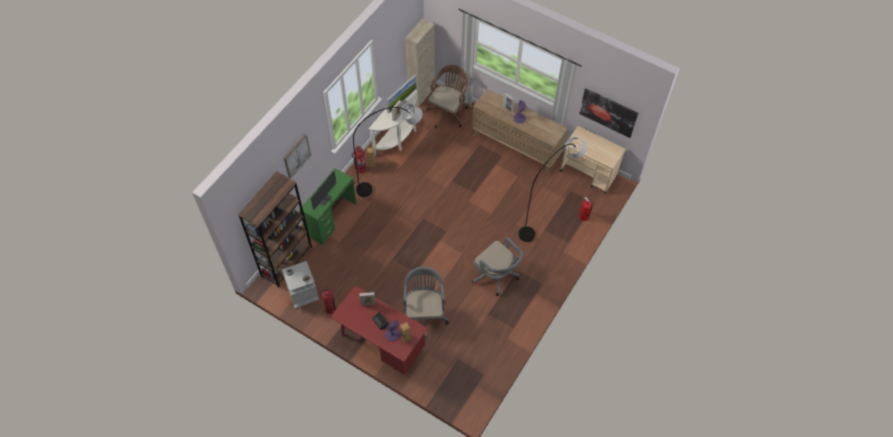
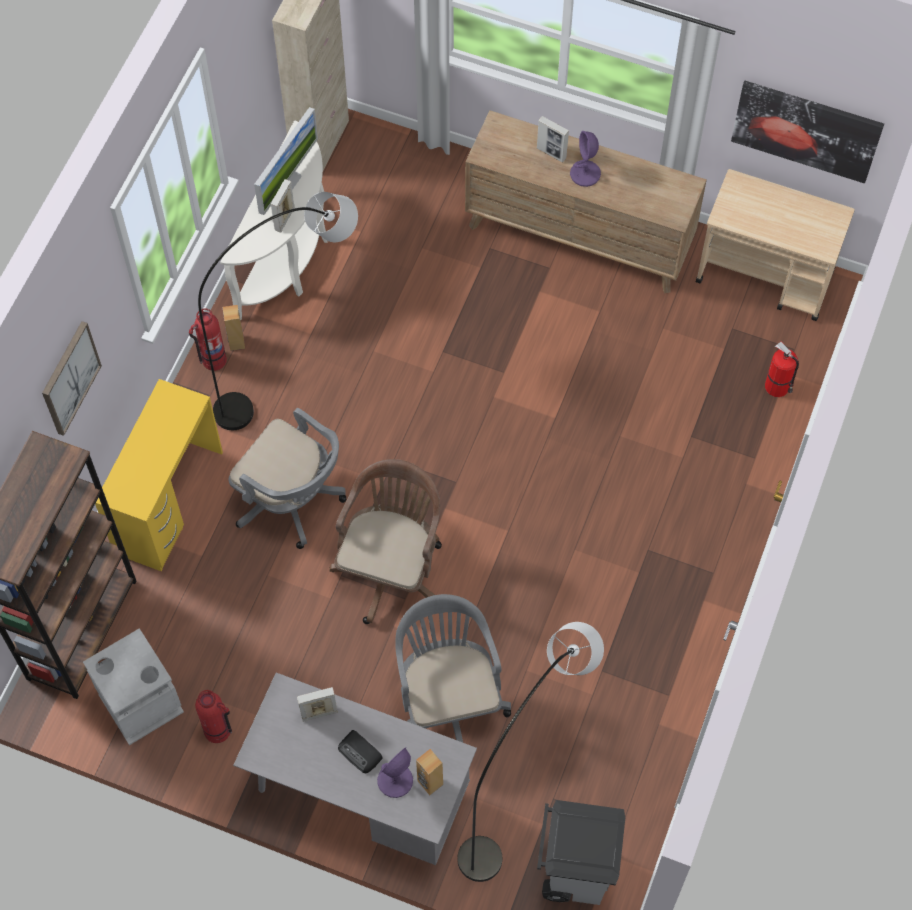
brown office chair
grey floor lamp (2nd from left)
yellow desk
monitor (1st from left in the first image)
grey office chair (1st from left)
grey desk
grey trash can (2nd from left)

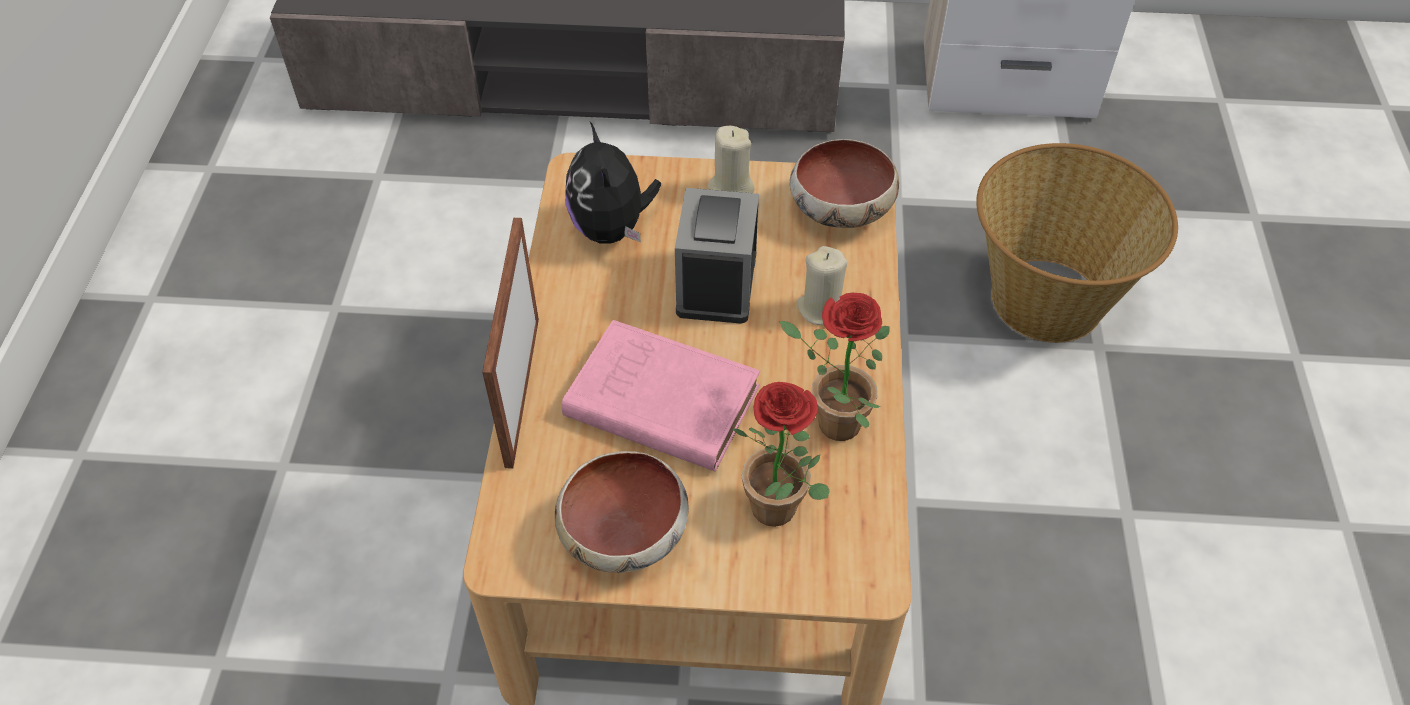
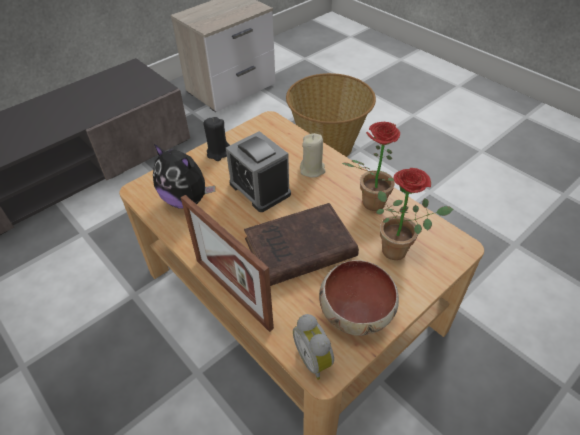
black candle
bowl (2nd from left in the first image)
brown book
alarm clock (2nd from left)

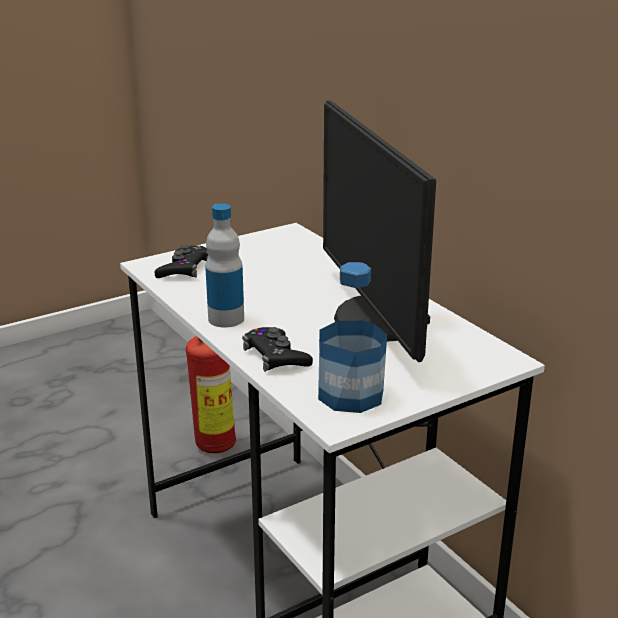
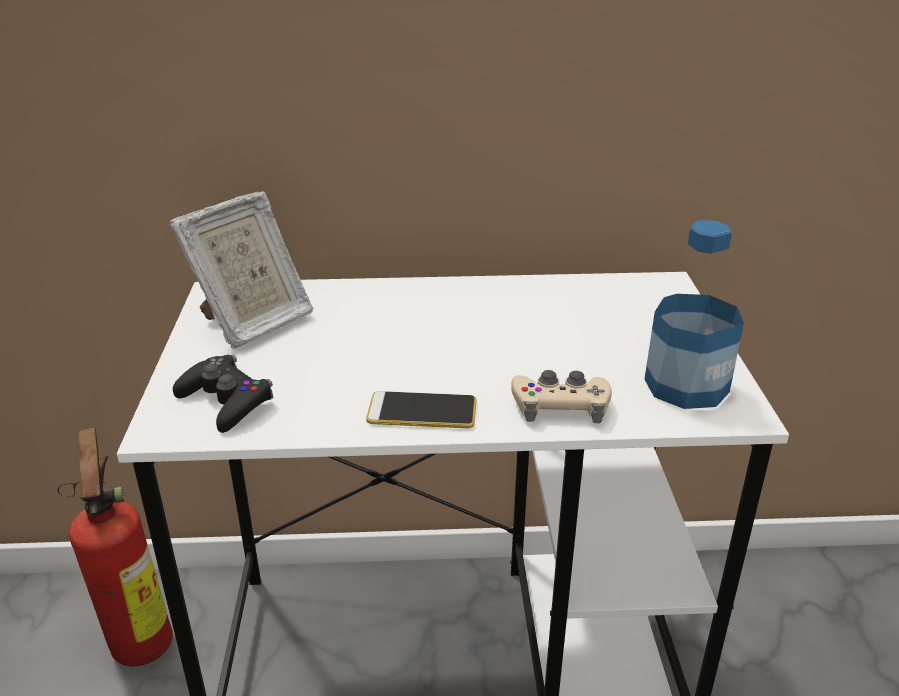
monitor
phone
beige game controller
picture frame

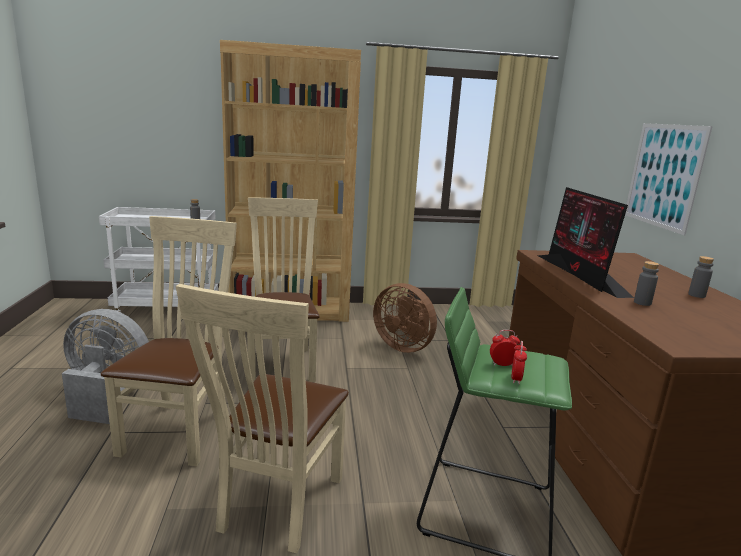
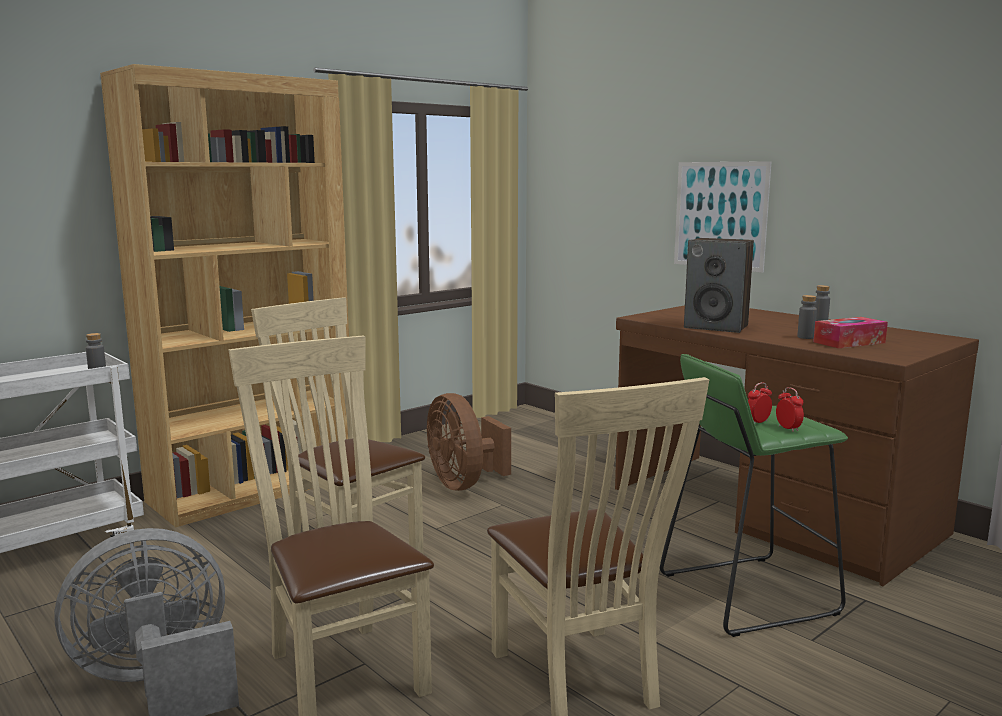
speaker
brown fan
tissue box

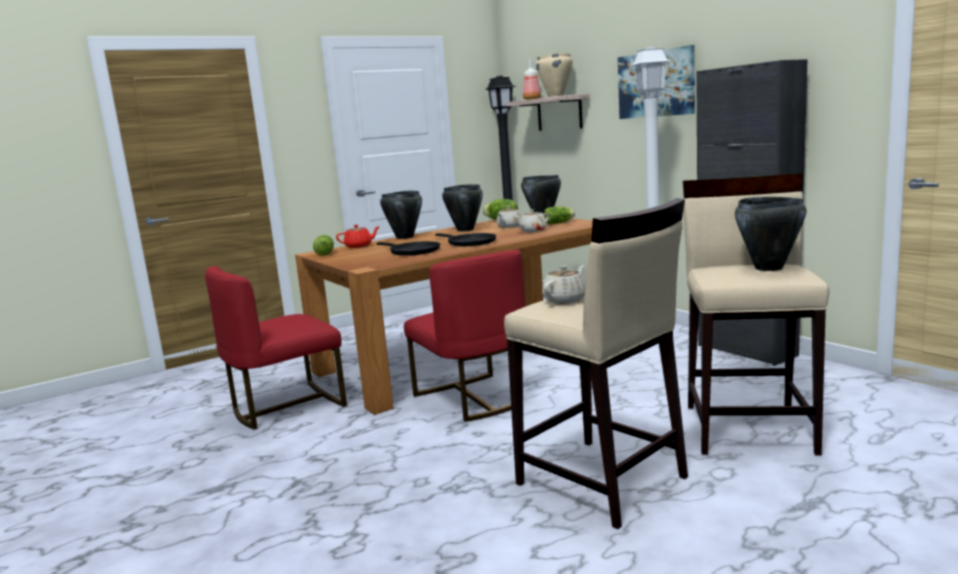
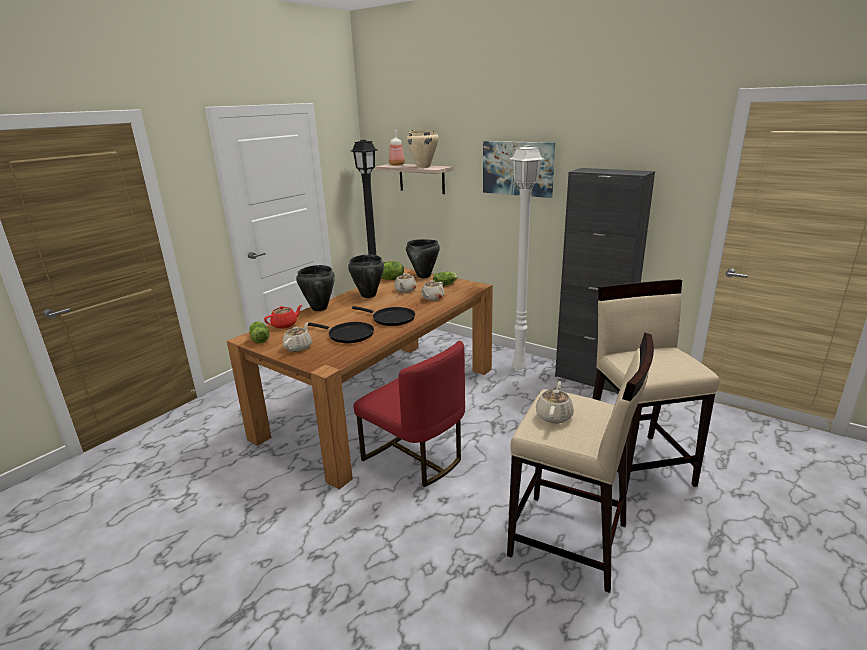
black cooking pot (4th from left in the first image)
red chair (1st from left in the first image)
beige teapot (1st from left)

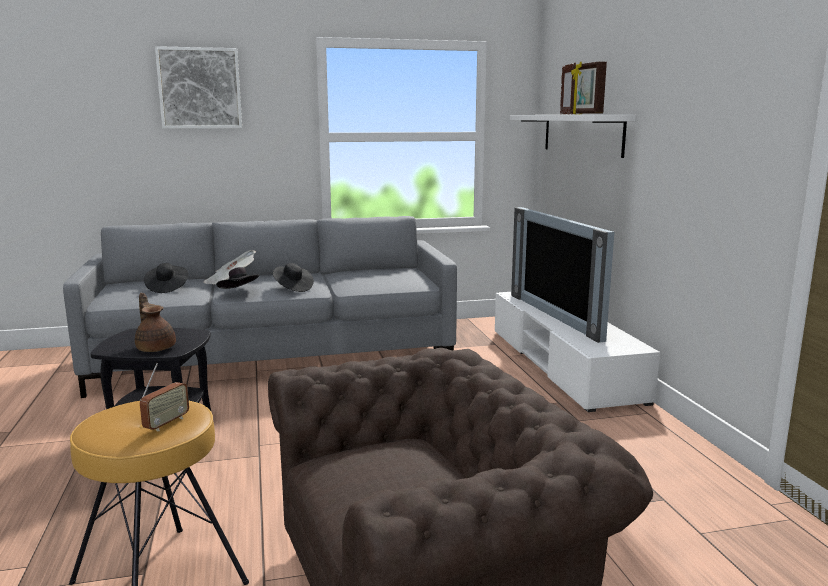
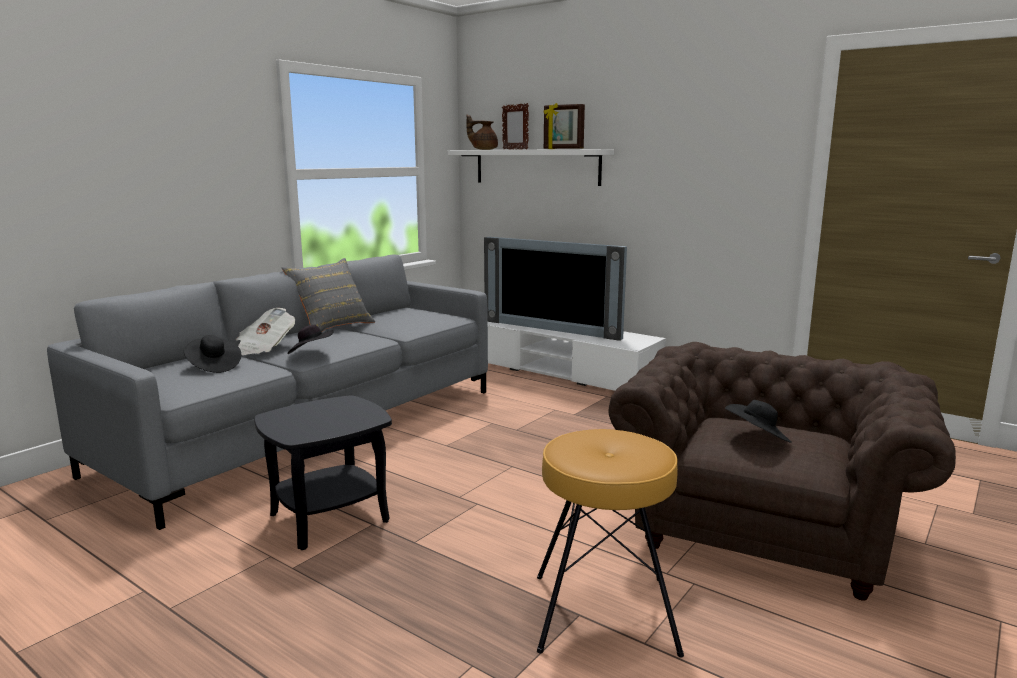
picture
black hat (3rd from left)
brown teapot
radio
grey pillow

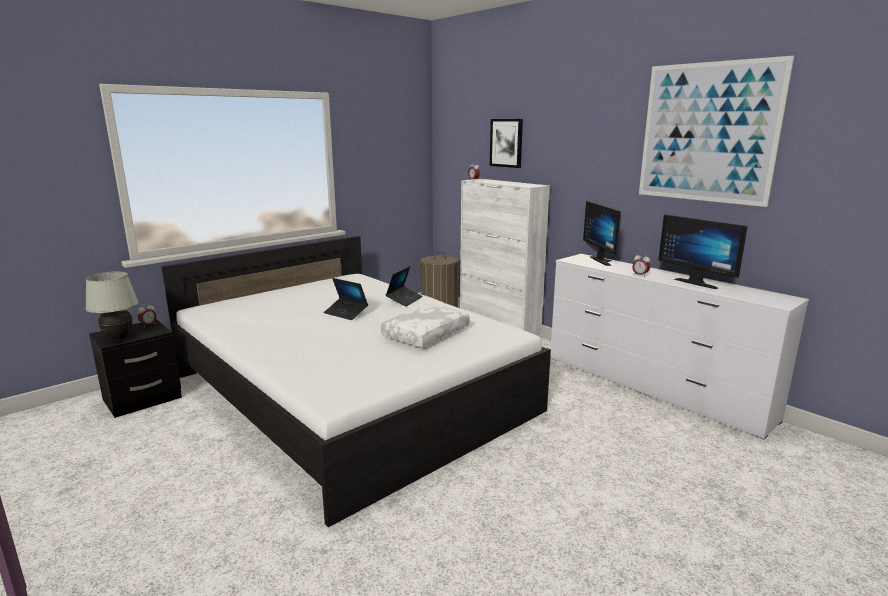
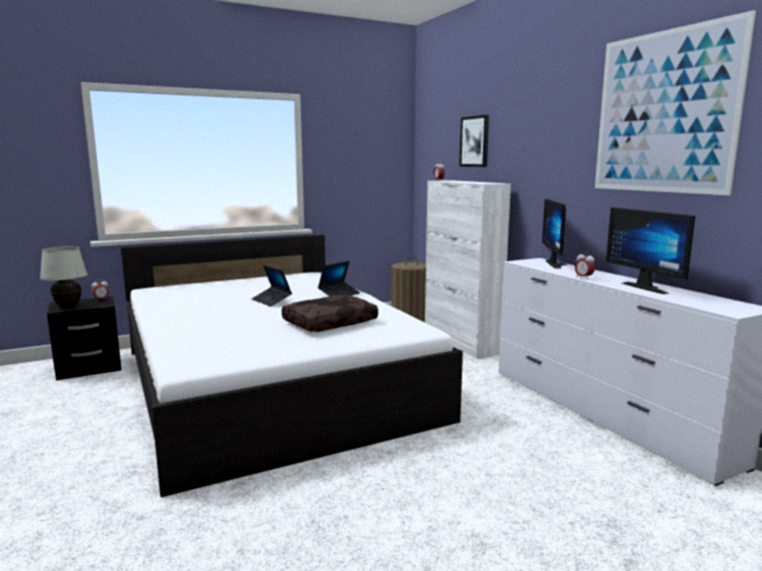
brown pillow

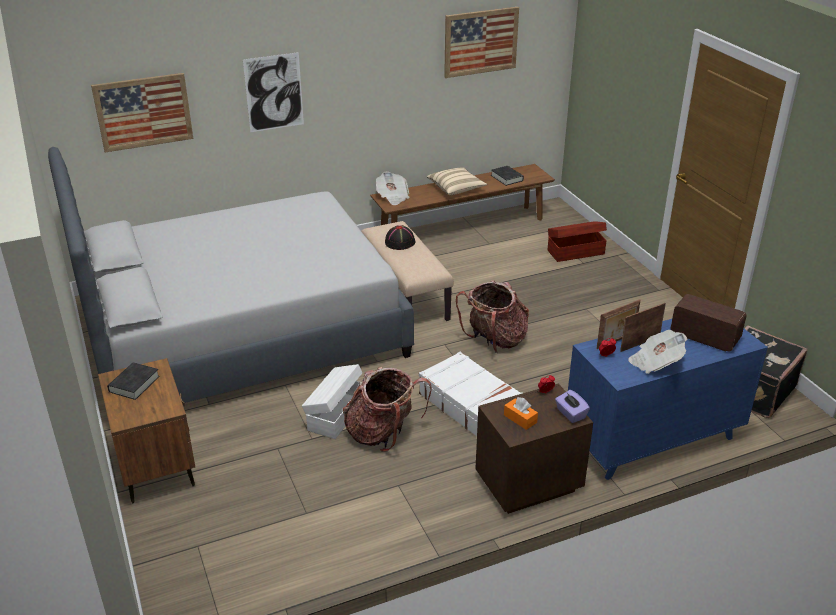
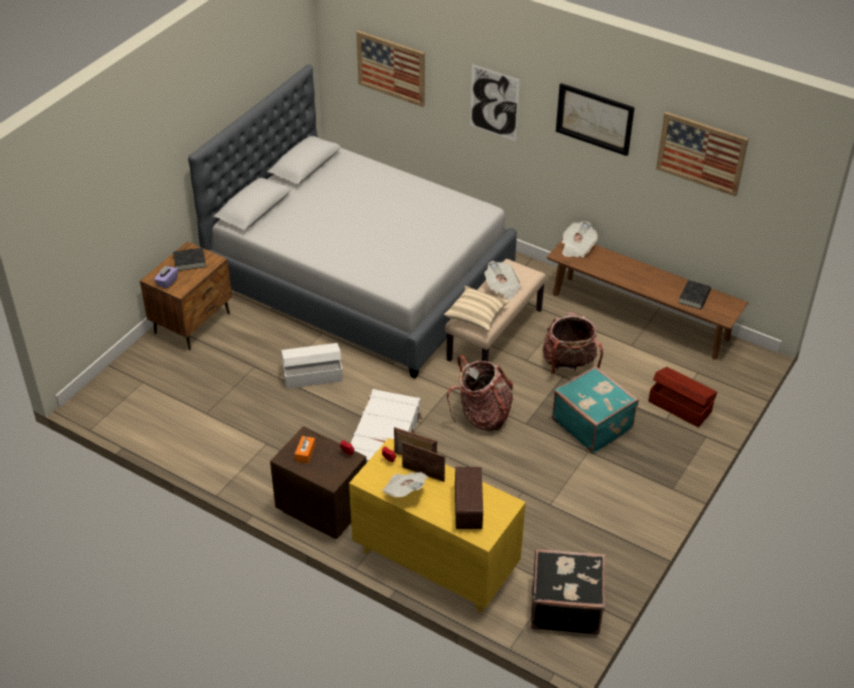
beige pillow
newspaper (2nd from left)
yellow dresser
backpack (2nd from left)
purple tissue box
picture (3rd from left)
turquoise suitcase

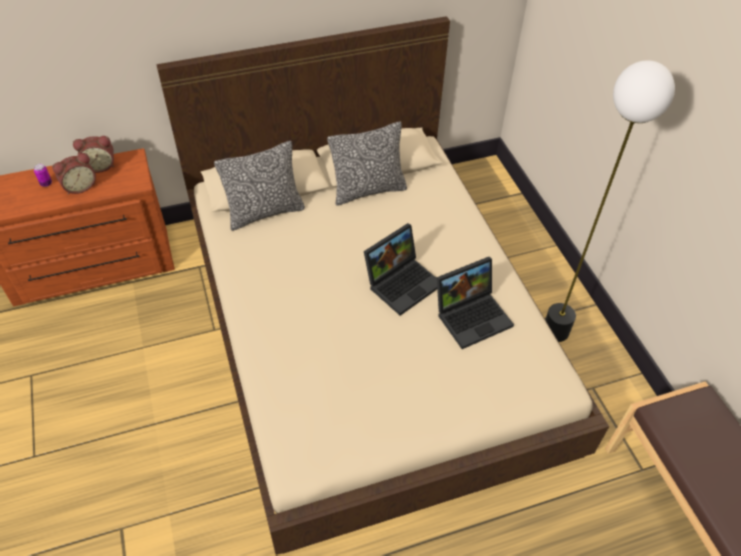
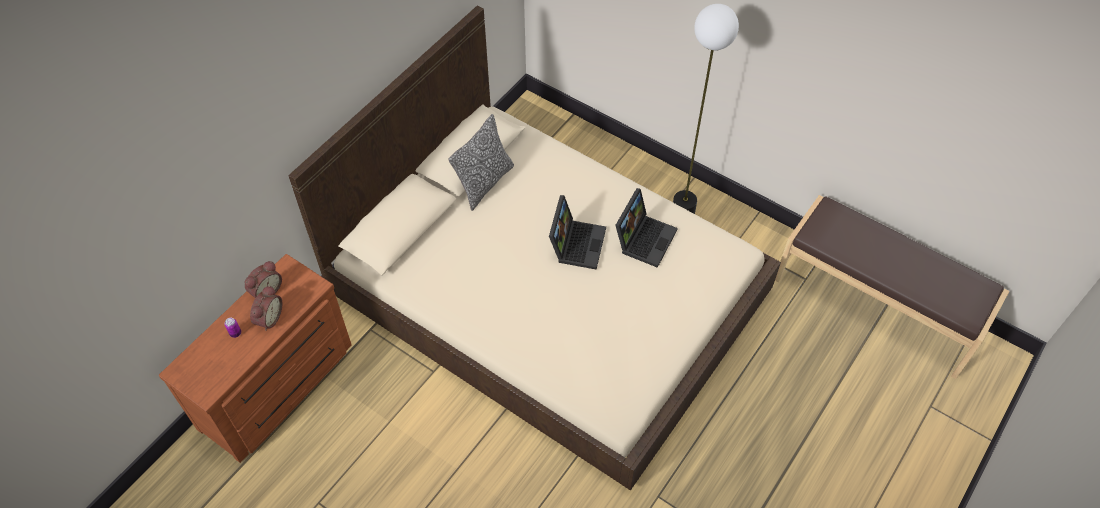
pillow (1st from left in the first image)

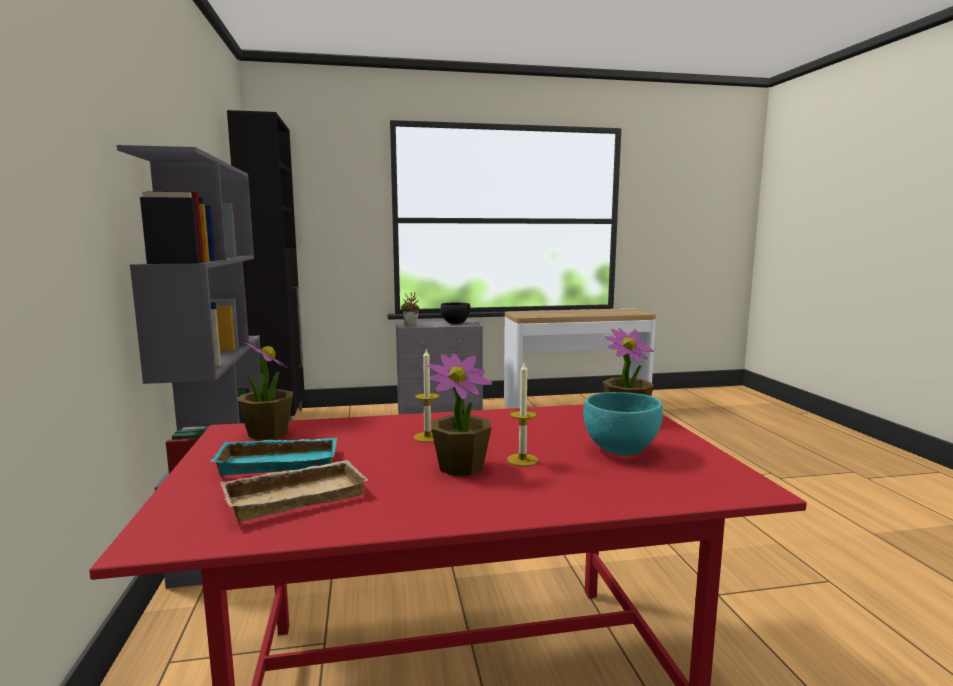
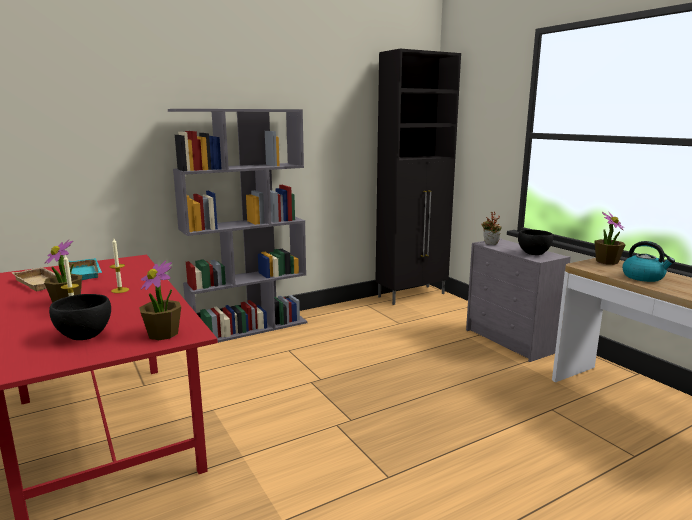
potted plant (4th from left)
black bowl (1st from left)
kettle

